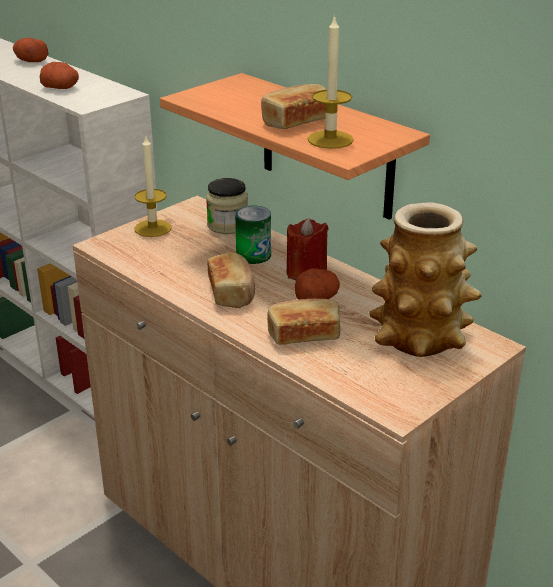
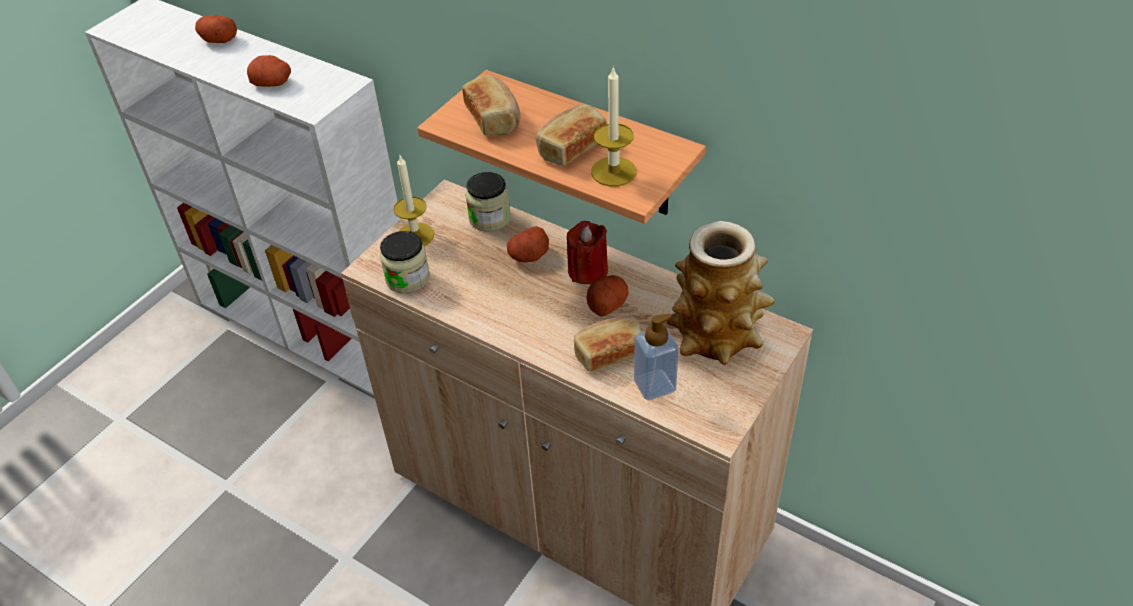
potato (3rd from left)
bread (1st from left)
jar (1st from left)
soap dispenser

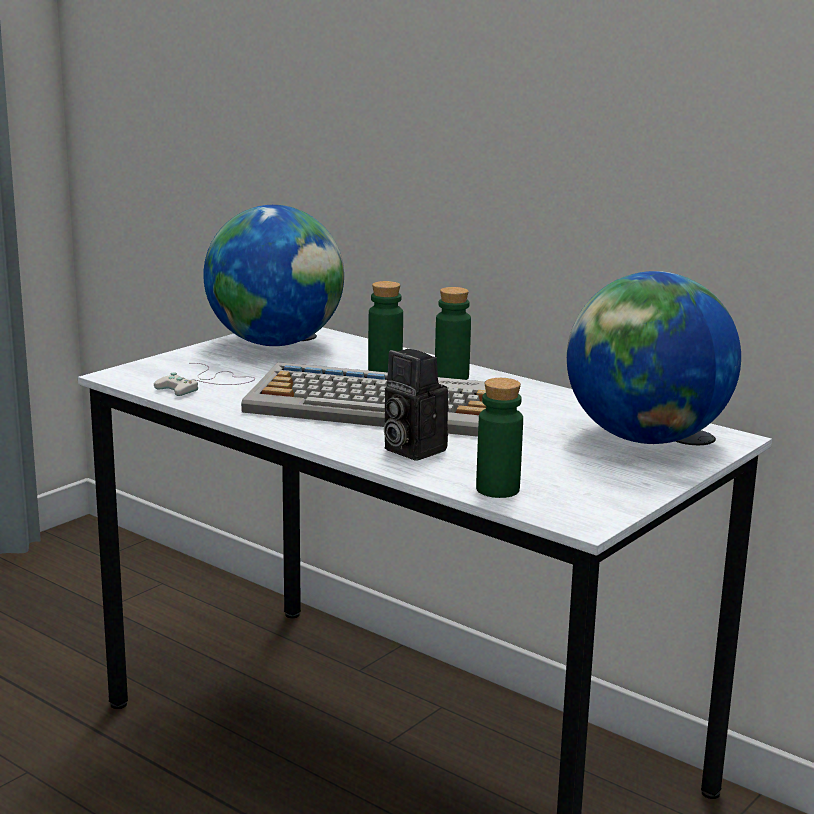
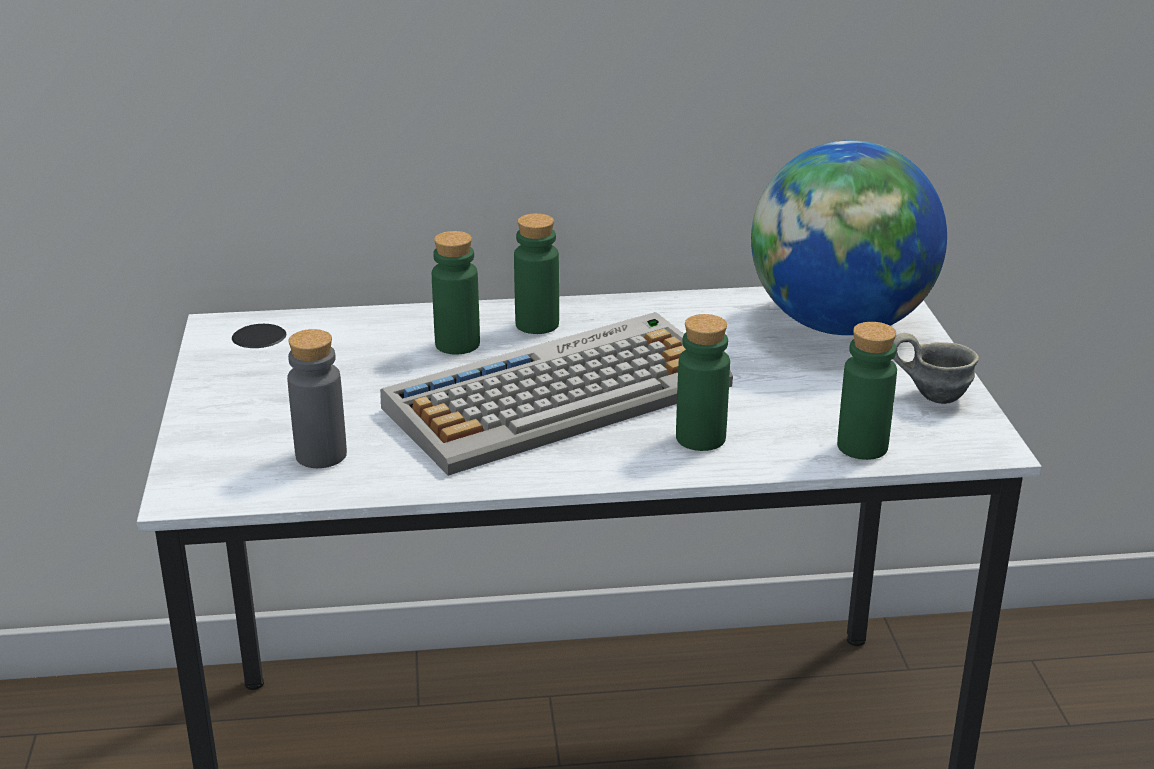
globe (1st from left in the first image)
green bottle (3rd from left)
grey bottle
grey mug

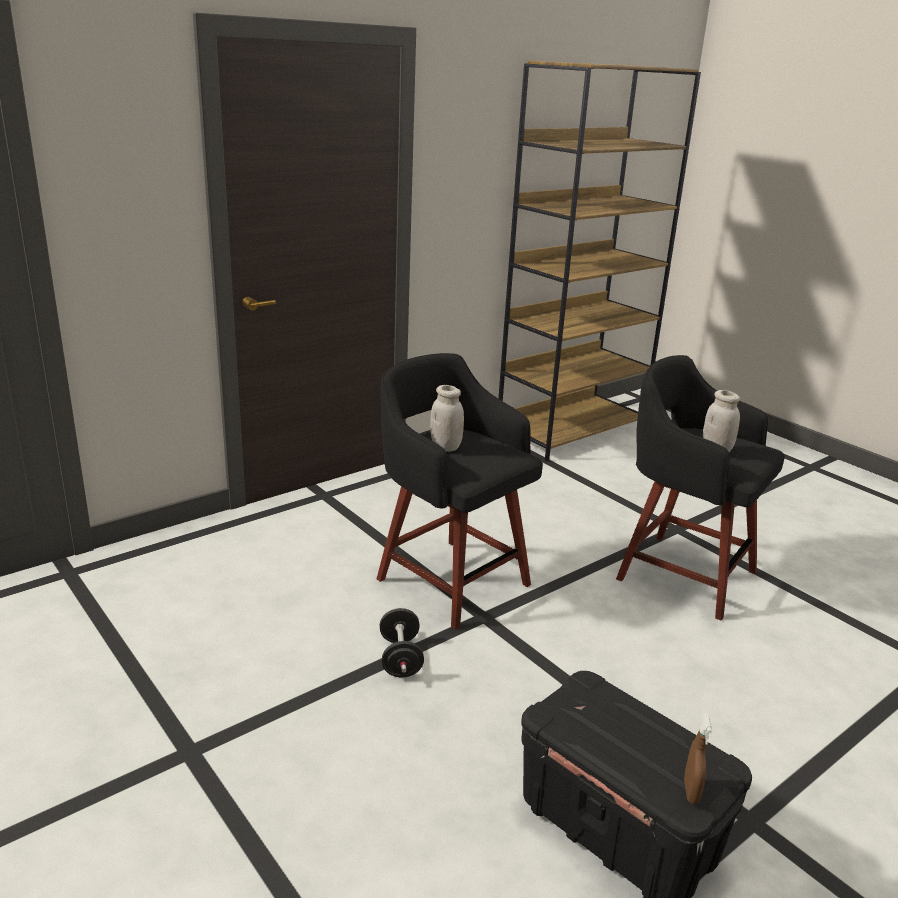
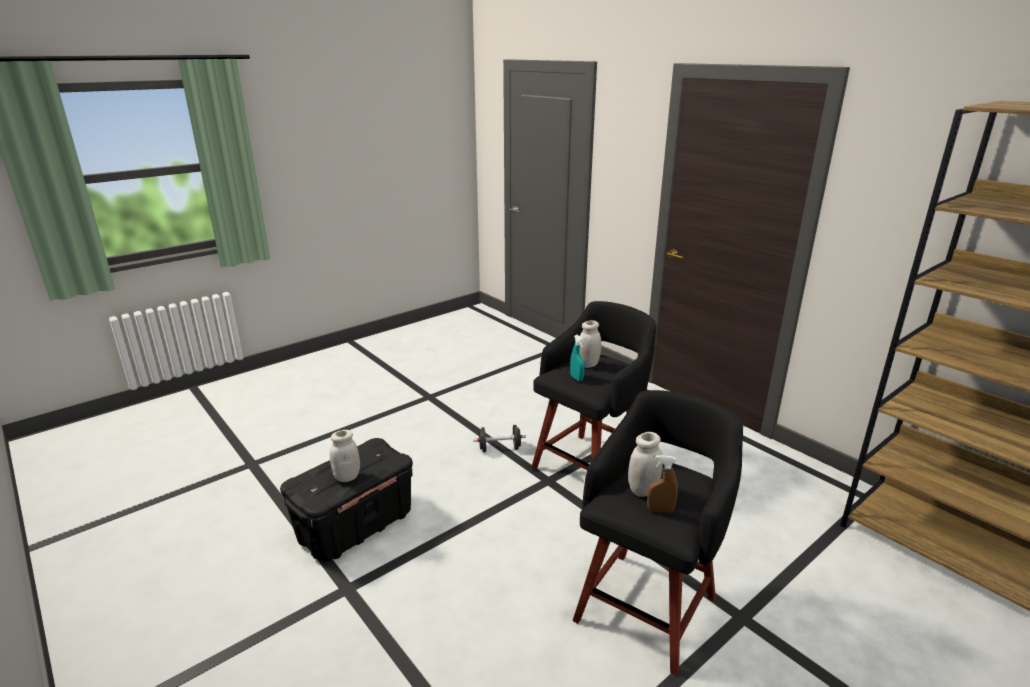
brown spray bottle
turquoise spray bottle
white jar (1st from left)

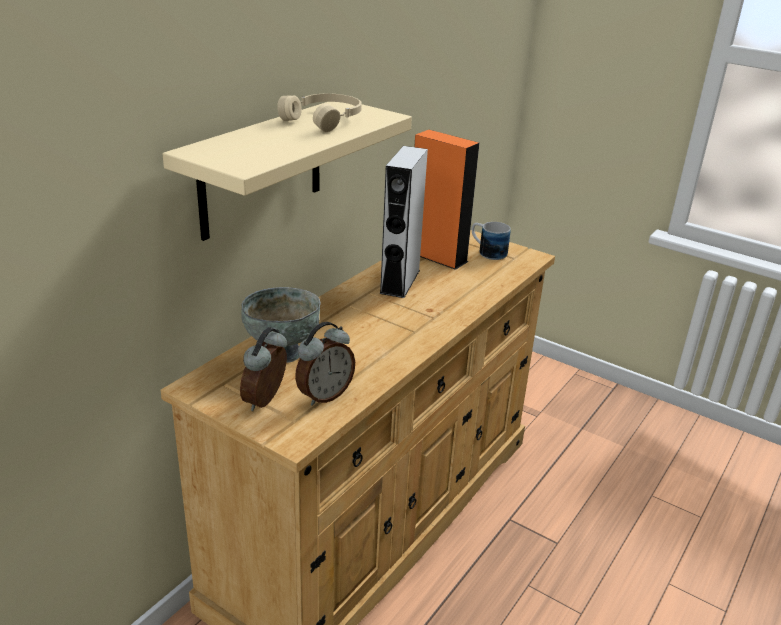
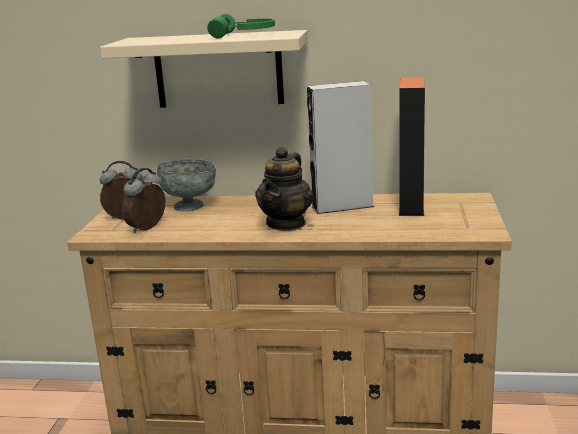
green headphones
mug
alarm clock (2nd from left)
teapot

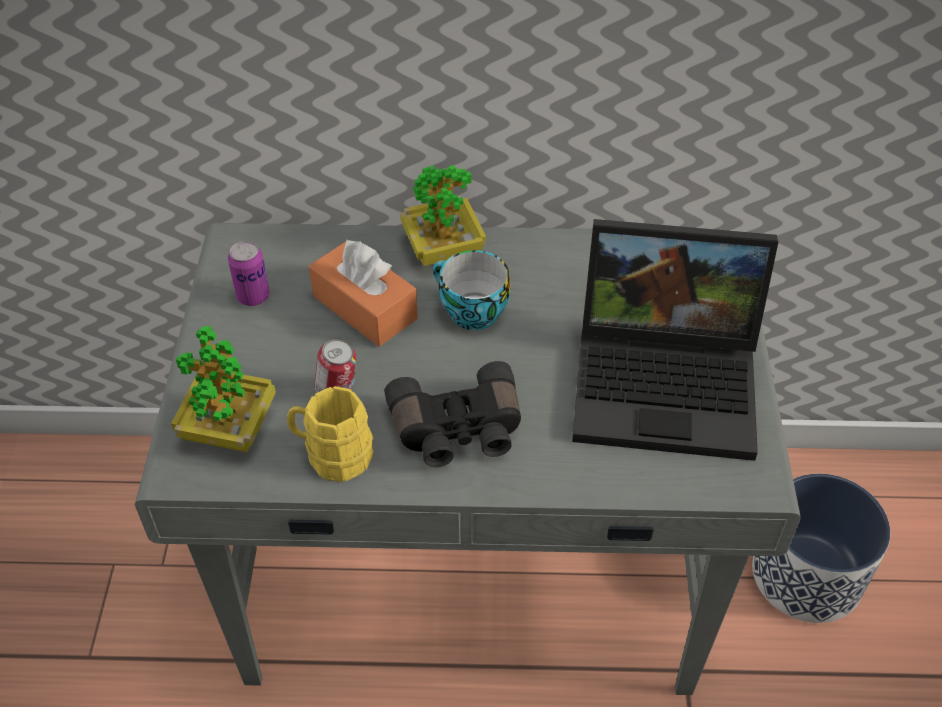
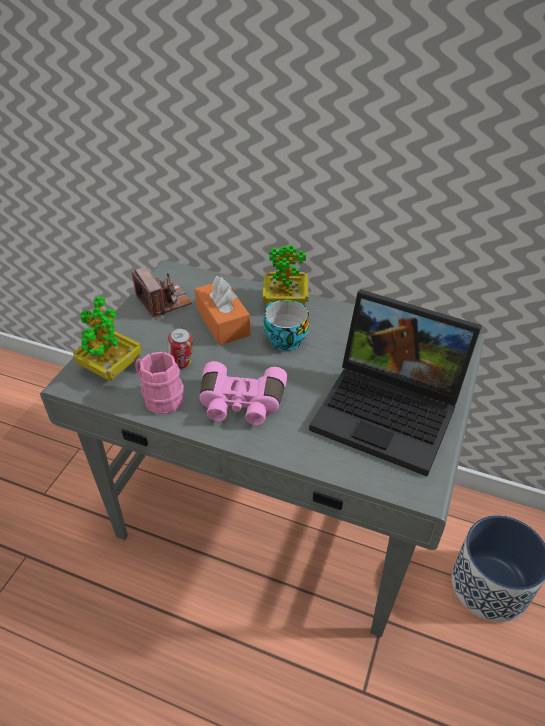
photo camera
pink binoculars
pink mug

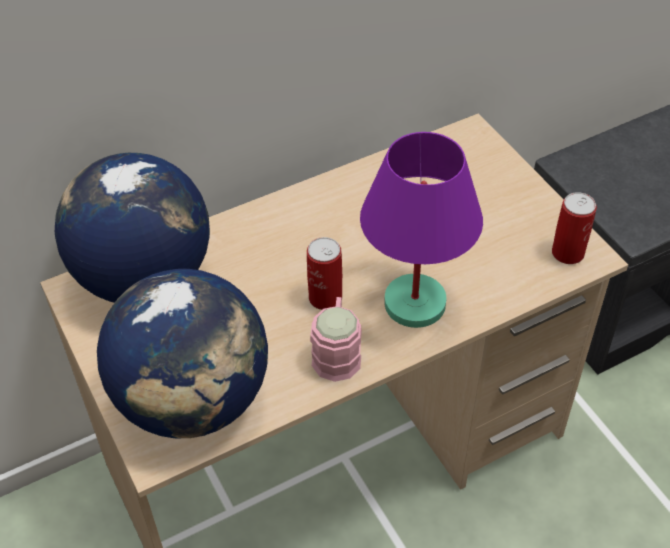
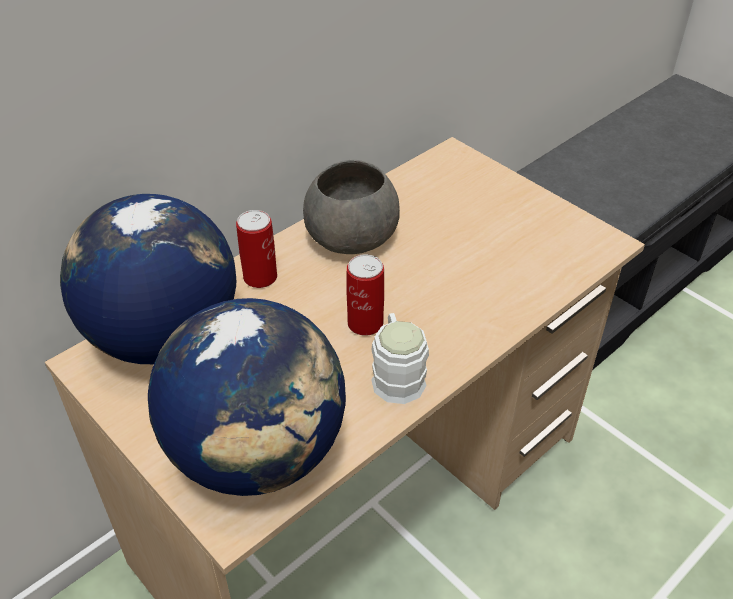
purple table lamp
can (1st from left)
white mug
grey bowl

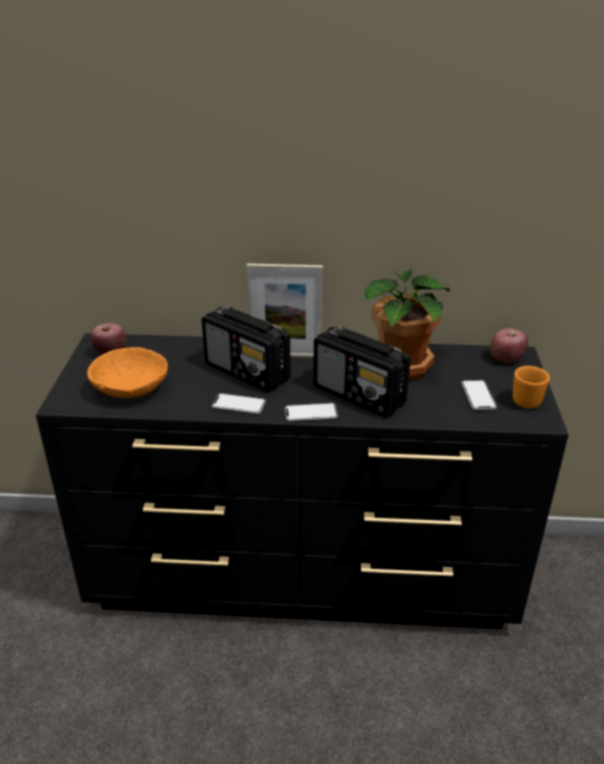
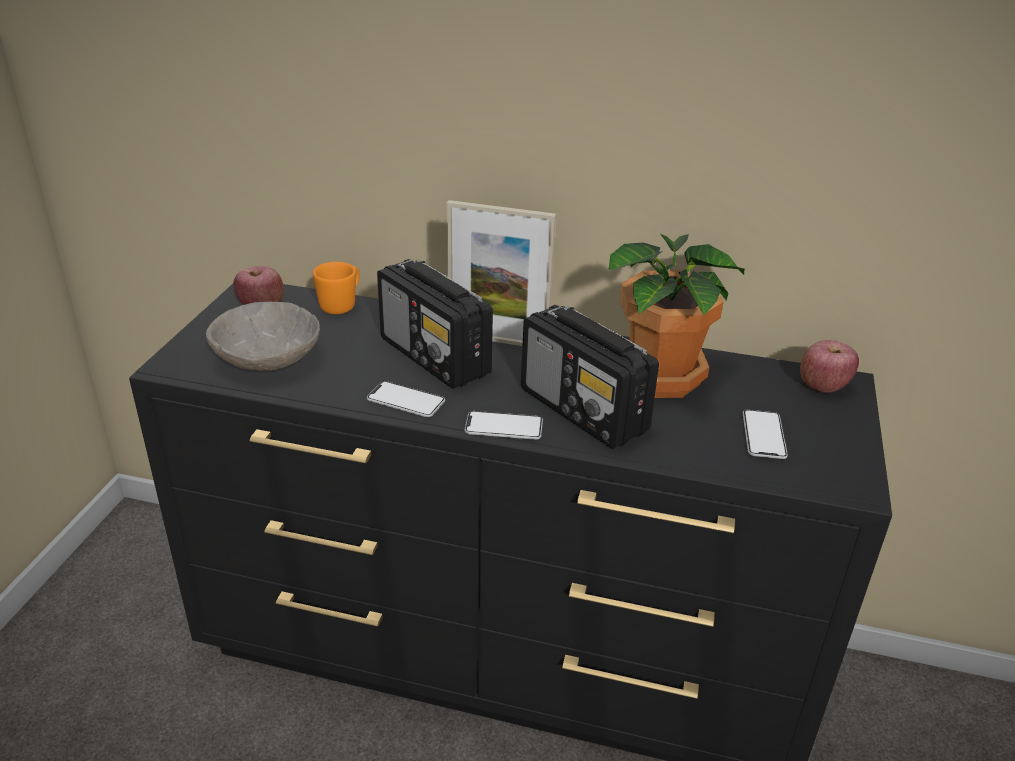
grey bowl
orange mug

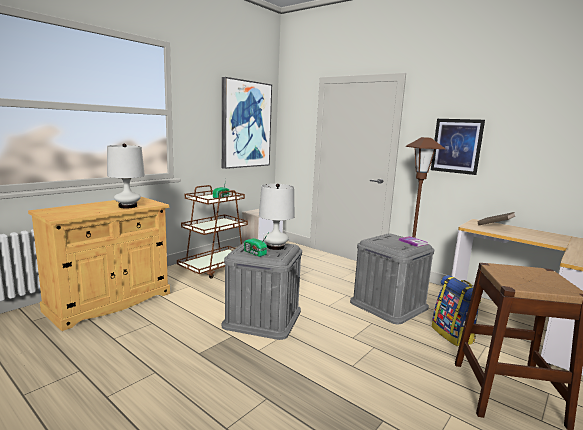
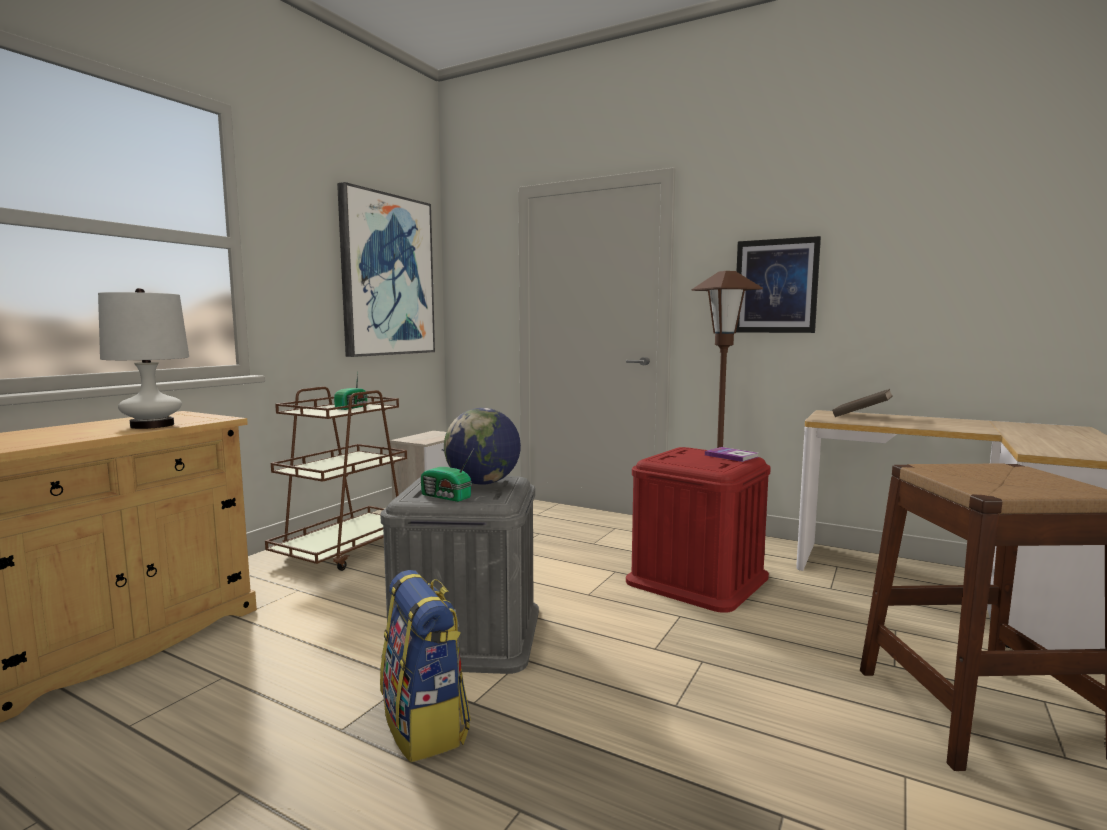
globe
red storage box
backpack

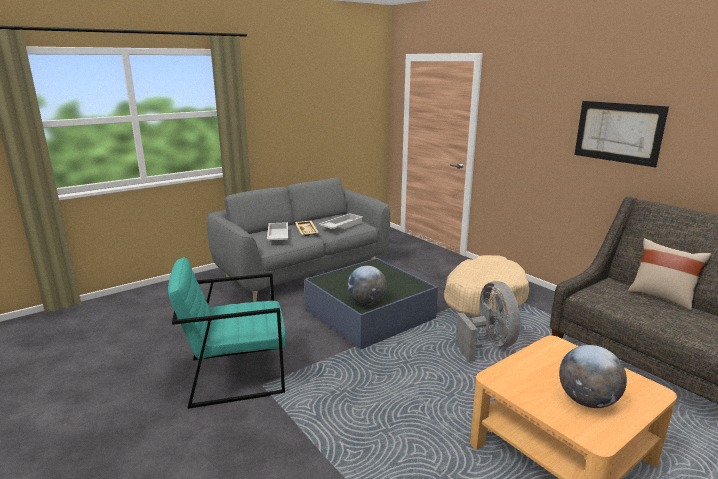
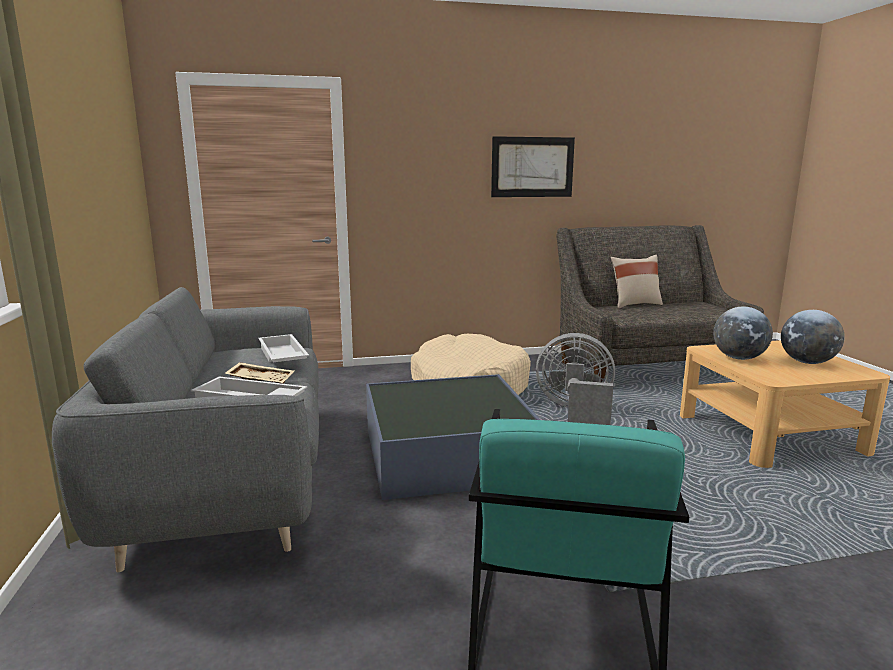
globe (1st from left)

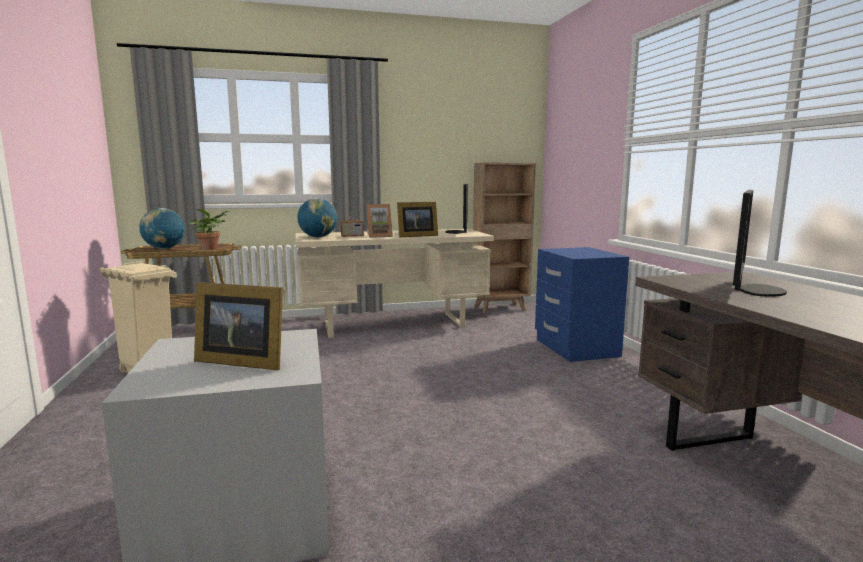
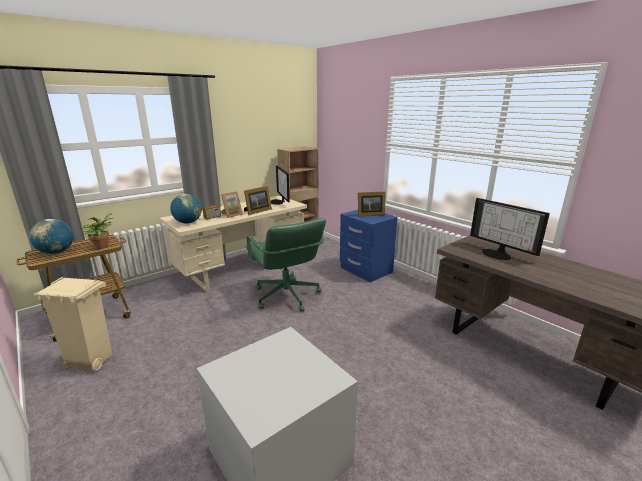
monitor (2nd from left)
picture frame (3rd from left)
green office chair

